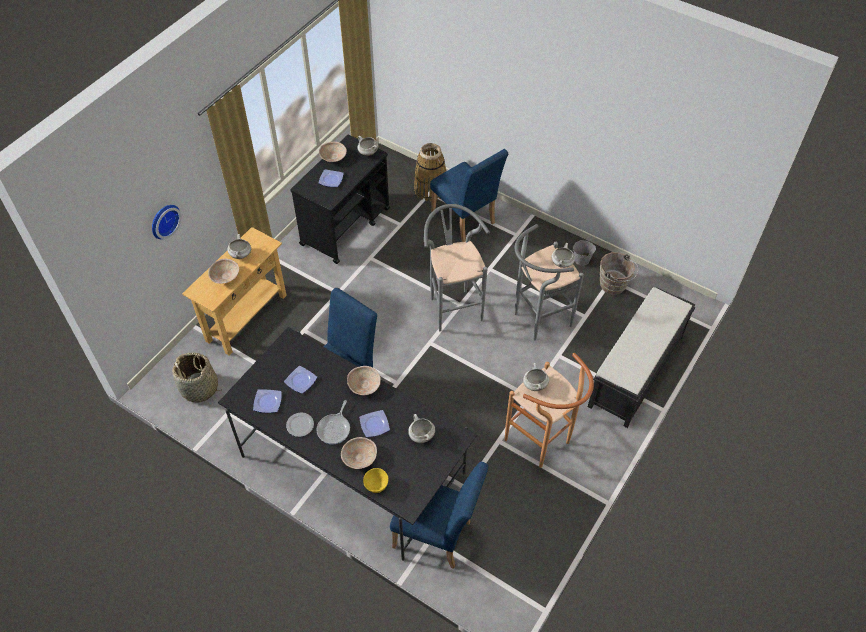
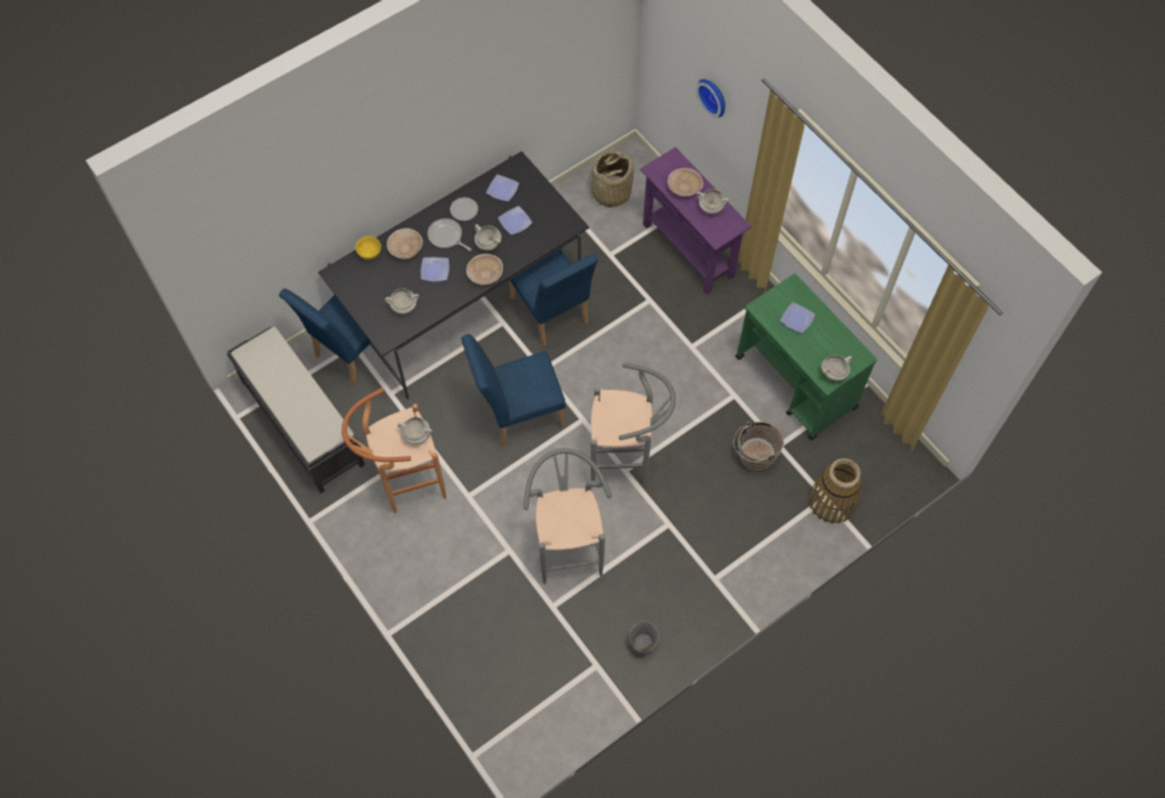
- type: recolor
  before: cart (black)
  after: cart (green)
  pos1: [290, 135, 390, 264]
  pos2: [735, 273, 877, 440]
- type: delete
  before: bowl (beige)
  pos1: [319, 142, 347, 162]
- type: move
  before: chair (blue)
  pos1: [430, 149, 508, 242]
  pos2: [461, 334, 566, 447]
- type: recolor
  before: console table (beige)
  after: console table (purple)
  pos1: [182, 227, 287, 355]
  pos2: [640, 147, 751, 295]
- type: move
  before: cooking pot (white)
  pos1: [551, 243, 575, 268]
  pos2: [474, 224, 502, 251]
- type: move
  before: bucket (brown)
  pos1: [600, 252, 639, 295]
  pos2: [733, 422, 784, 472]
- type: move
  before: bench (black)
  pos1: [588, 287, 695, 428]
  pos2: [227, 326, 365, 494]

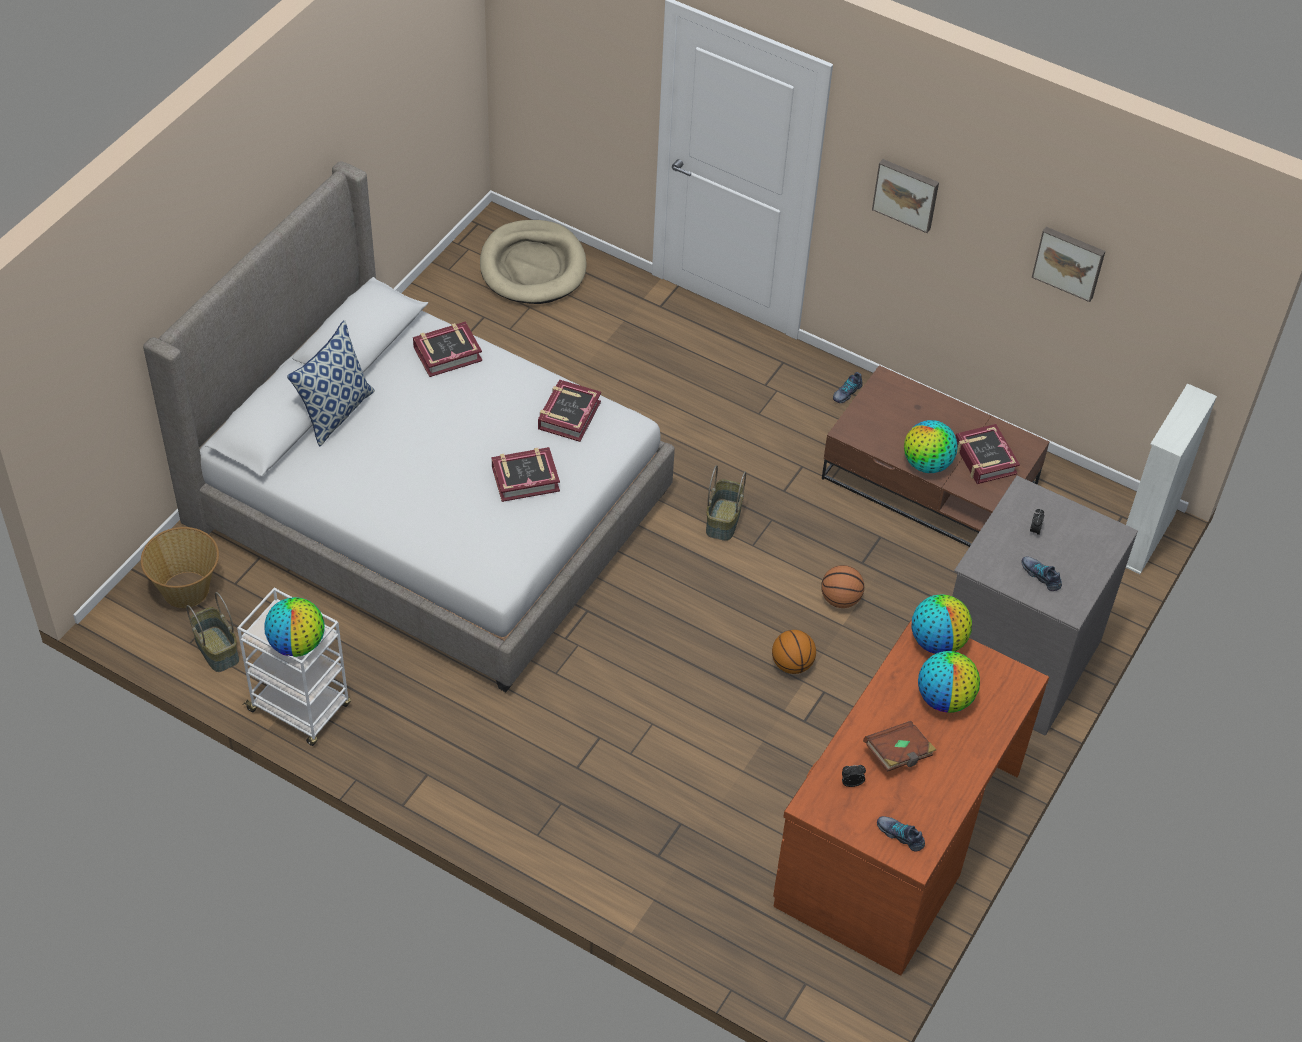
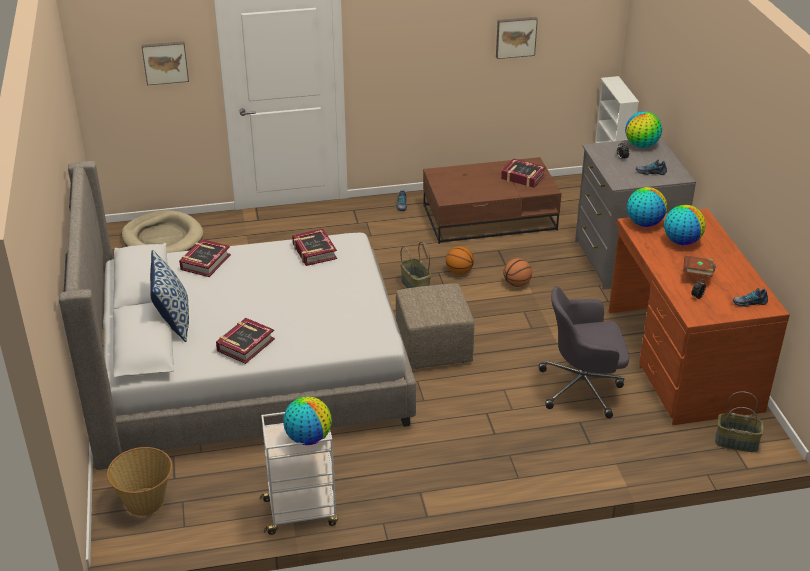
- type: move
  before: picture
  pos1: [872, 159, 939, 233]
  pos2: [142, 41, 189, 85]
- type: move
  before: globe
  pos1: [904, 420, 958, 473]
  pos2: [625, 111, 662, 148]
- type: move
  before: book
  pos1: [492, 447, 560, 502]
  pos2: [216, 318, 275, 364]
- type: move
  before: basket
  pos1: [186, 592, 239, 672]
  pos2: [715, 391, 764, 452]
- type: move
  before: basketball
  pos1: [772, 630, 816, 674]
  pos2: [446, 246, 474, 275]
- type: insert
  after: ottoman (beige)
  pos2: [396, 283, 474, 369]
- type: insert
  after: office chair (grey)
  pos2: [539, 286, 629, 418]

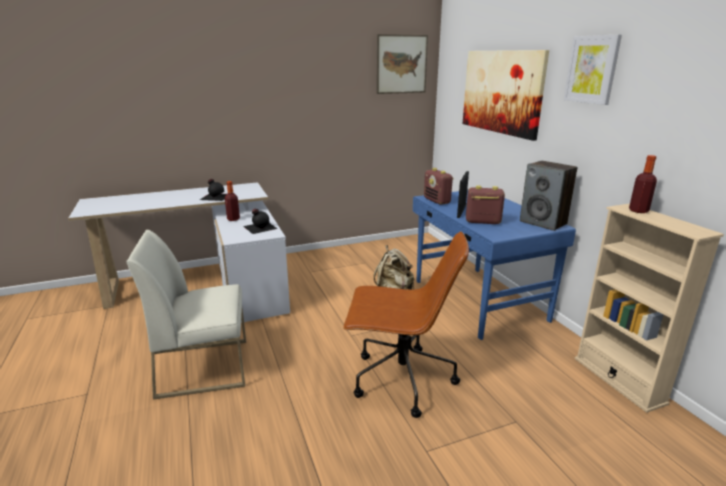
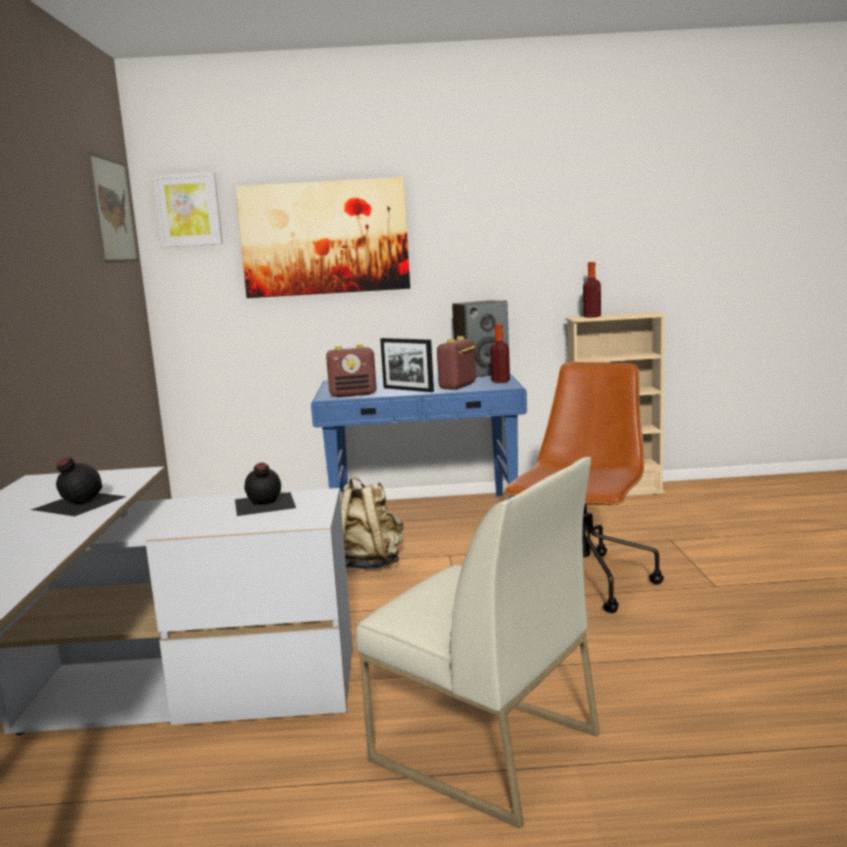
- type: move
  before: picture
  pos1: [564, 34, 622, 105]
  pos2: [152, 172, 223, 247]
- type: move
  before: bottle
  pos1: [225, 181, 240, 221]
  pos2: [490, 324, 510, 383]
- type: rotate
  before: chair (white)
  pos1: [126, 230, 246, 400]
  pos2: [356, 457, 599, 829]
  turn: -60

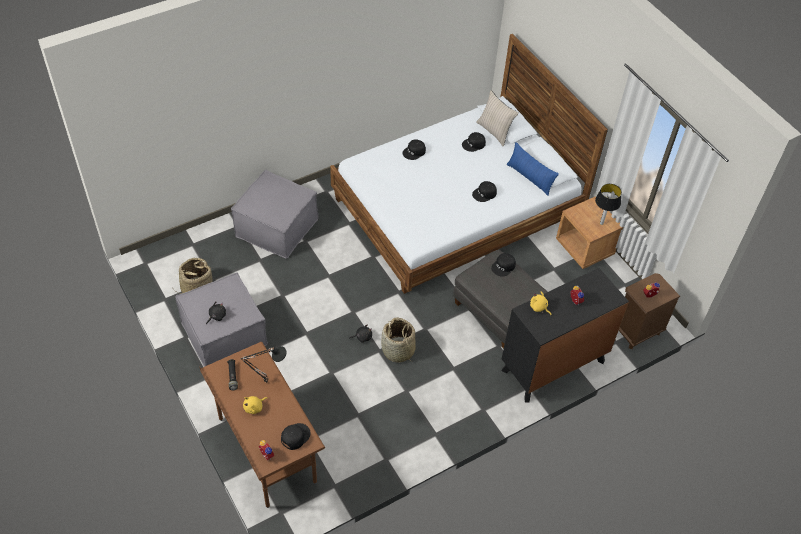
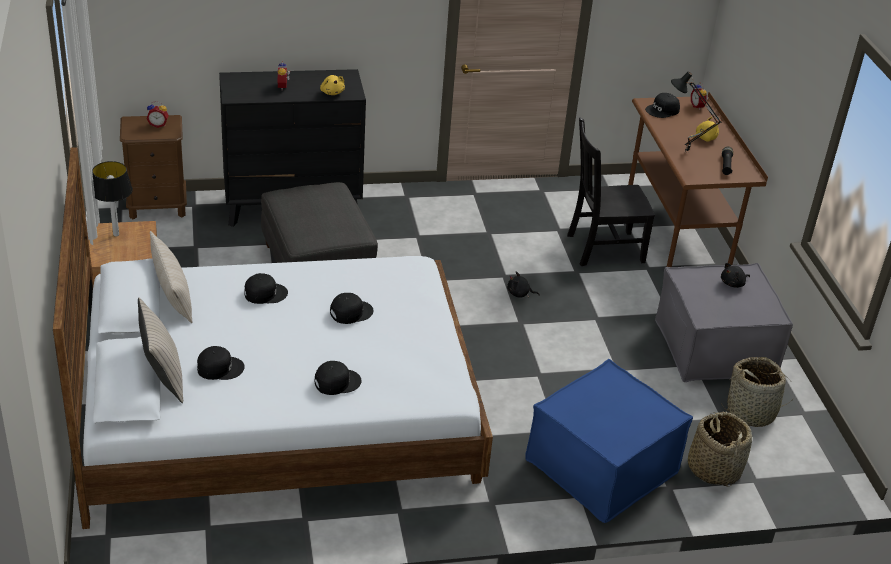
- type: recolor
  before: pillow (blue)
  after: pillow (beige)
  pos1: [507, 142, 559, 196]
  pos2: [150, 231, 192, 323]
- type: recolor
  before: ottoman (grey)
  after: ottoman (blue)
  pos1: [231, 170, 318, 259]
  pos2: [525, 359, 693, 523]
- type: move
  before: cap (black)
  pos1: [491, 253, 516, 276]
  pos2: [330, 293, 373, 324]
- type: move
  before: basket
  pos1: [381, 317, 416, 362]
  pos2: [688, 412, 752, 487]
- type: insert
  after: chair (black)
  pos2: [567, 117, 655, 266]

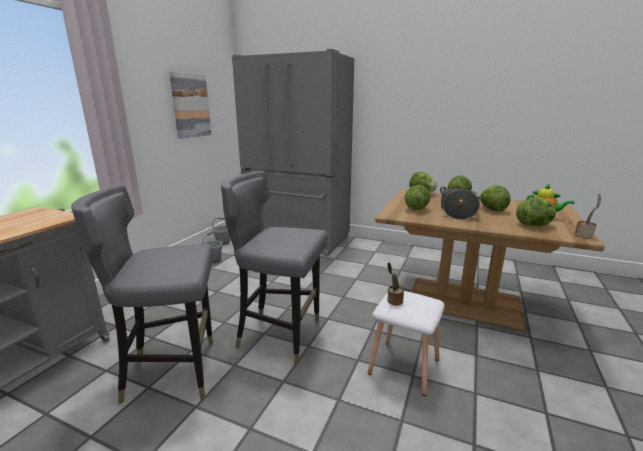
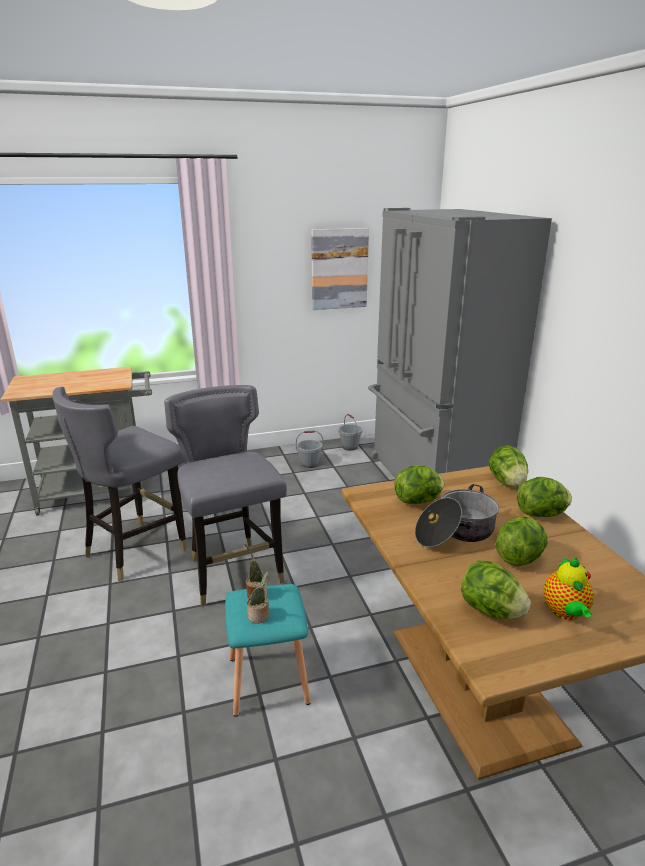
- type: rotate
  before: chair (grey)
  pos1: [71, 185, 213, 404]
  pos2: [52, 387, 187, 581]
  turn: -90
- type: move
  before: potted plant
  pos1: [575, 194, 601, 239]
  pos2: [247, 572, 269, 624]
- type: recolor
  before: stool (white)
  after: stool (turquoise)
  pos1: [368, 291, 445, 396]
  pos2: [225, 584, 311, 717]

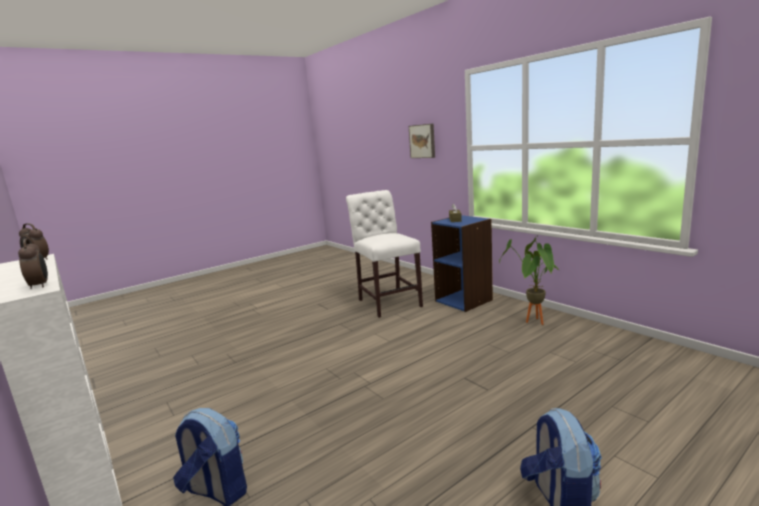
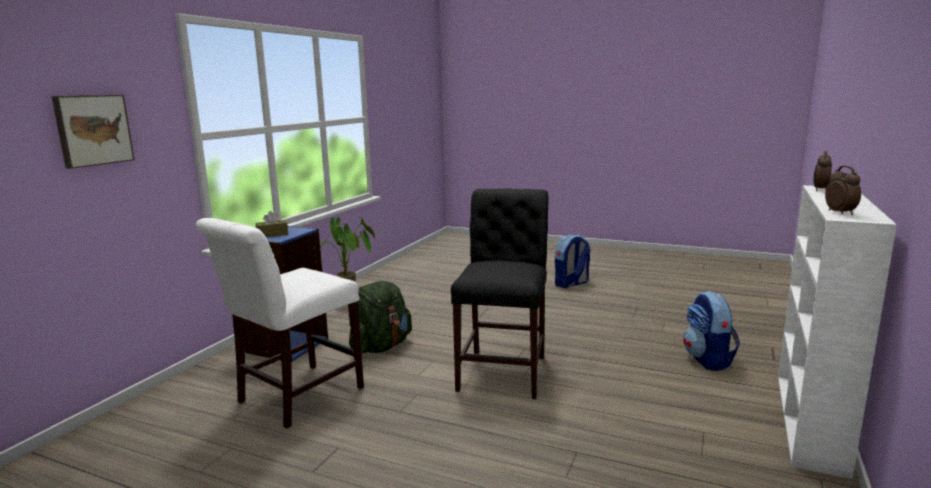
- type: insert
  after: chair (black)
  pos2: [451, 189, 549, 399]
- type: insert
  after: backpack (green)
  pos2: [348, 281, 412, 353]

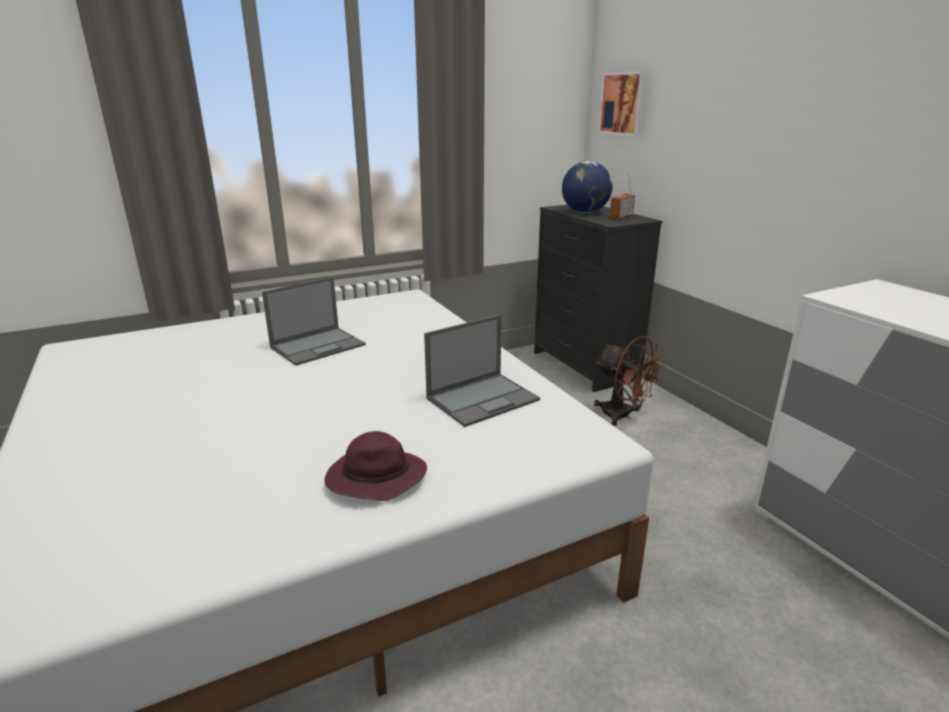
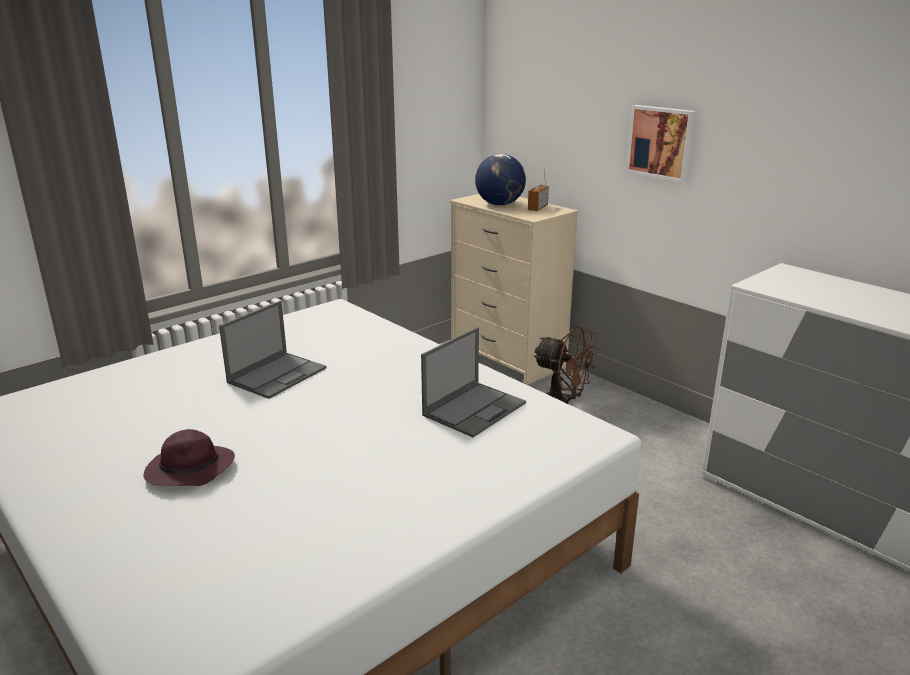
- type: move
  before: picture
  pos1: [598, 71, 648, 137]
  pos2: [626, 105, 696, 182]
- type: recolor
  before: dresser (black)
  after: dresser (beige)
  pos1: [534, 205, 662, 392]
  pos2: [450, 194, 579, 385]
- type: move
  before: hat (purple)
  pos1: [324, 431, 427, 501]
  pos2: [144, 429, 235, 486]

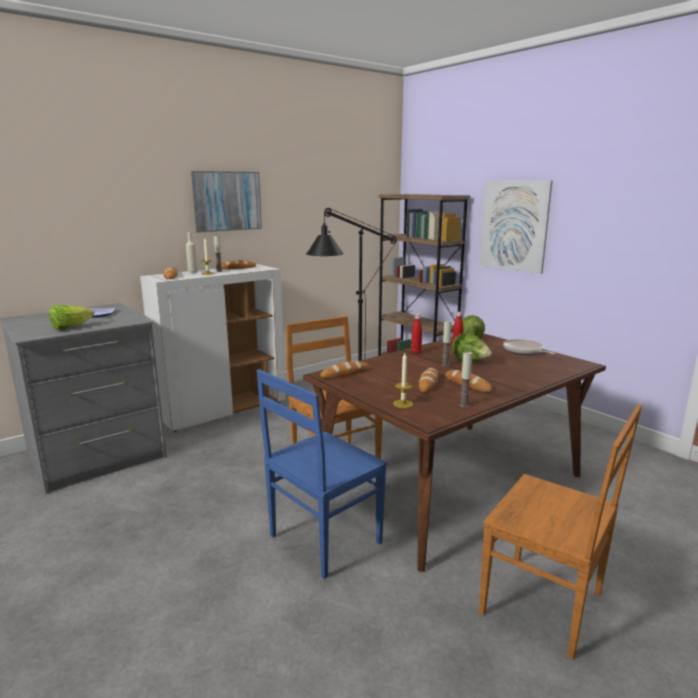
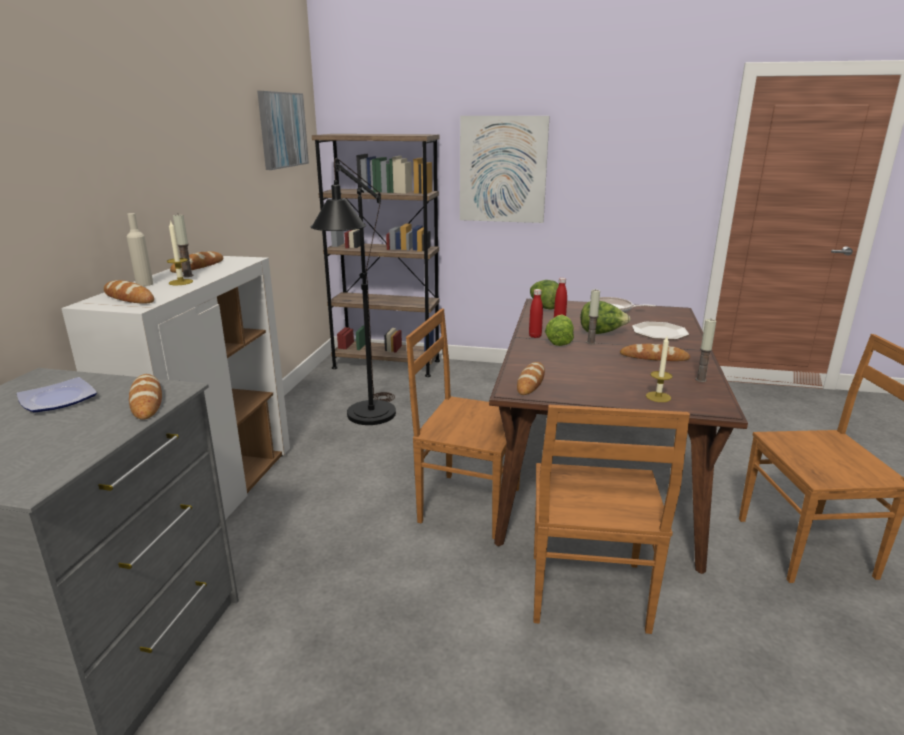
- type: move
  before: picture
  pos1: [191, 171, 262, 232]
  pos2: [257, 91, 309, 170]
- type: move
  before: lettuce
  pos1: [49, 305, 94, 330]
  pos2: [545, 315, 574, 346]
- type: move
  before: bread
  pos1: [419, 368, 439, 393]
  pos2: [129, 374, 162, 420]
- type: recolor
  before: chair (blue)
  after: chair (brown)
  pos1: [257, 369, 387, 579]
  pos2: [534, 405, 690, 634]
- type: insert
  after: plate
  pos2: [632, 322, 689, 340]

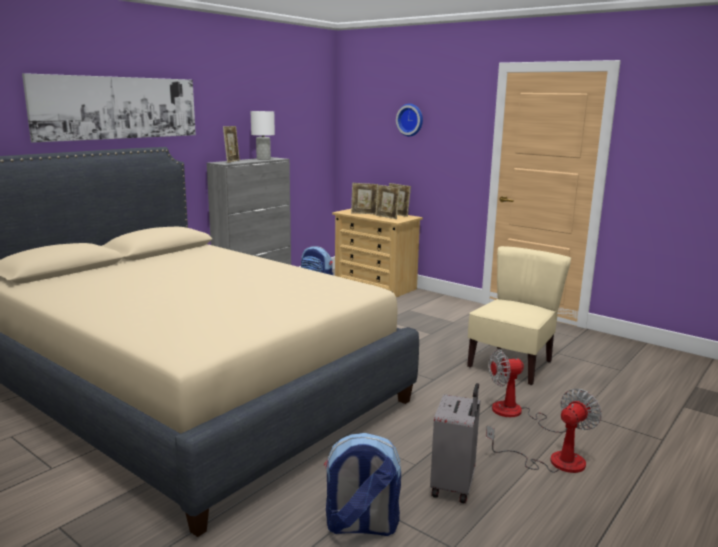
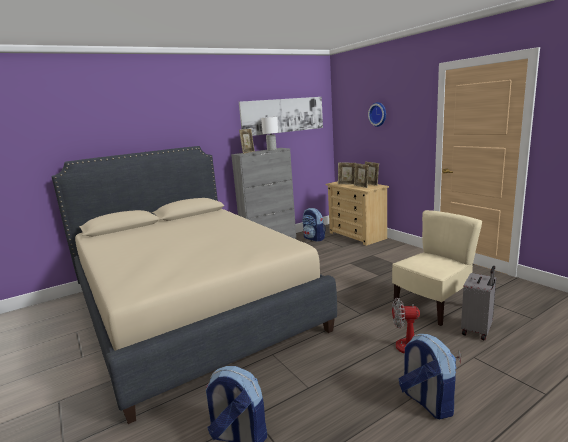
- type: move
  before: picture
  pos1: [22, 73, 196, 142]
  pos2: [239, 97, 323, 136]
- type: move
  before: suitcase (grey)
  pos1: [430, 383, 480, 503]
  pos2: [461, 266, 496, 340]
- type: replace
  before: fan
  after: backpack
  pos1: [486, 389, 602, 473]
  pos2: [399, 334, 456, 419]

